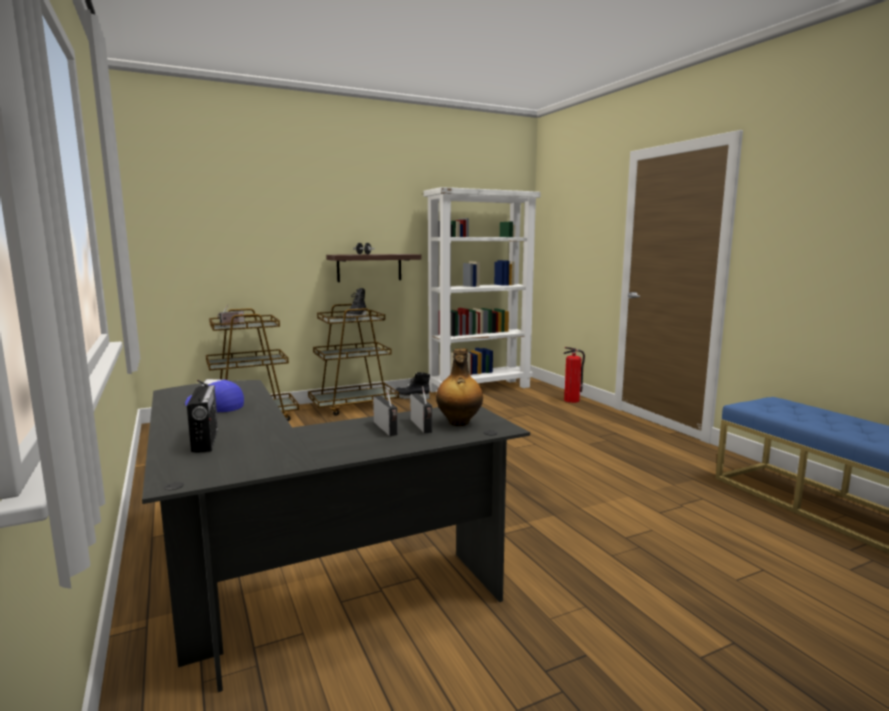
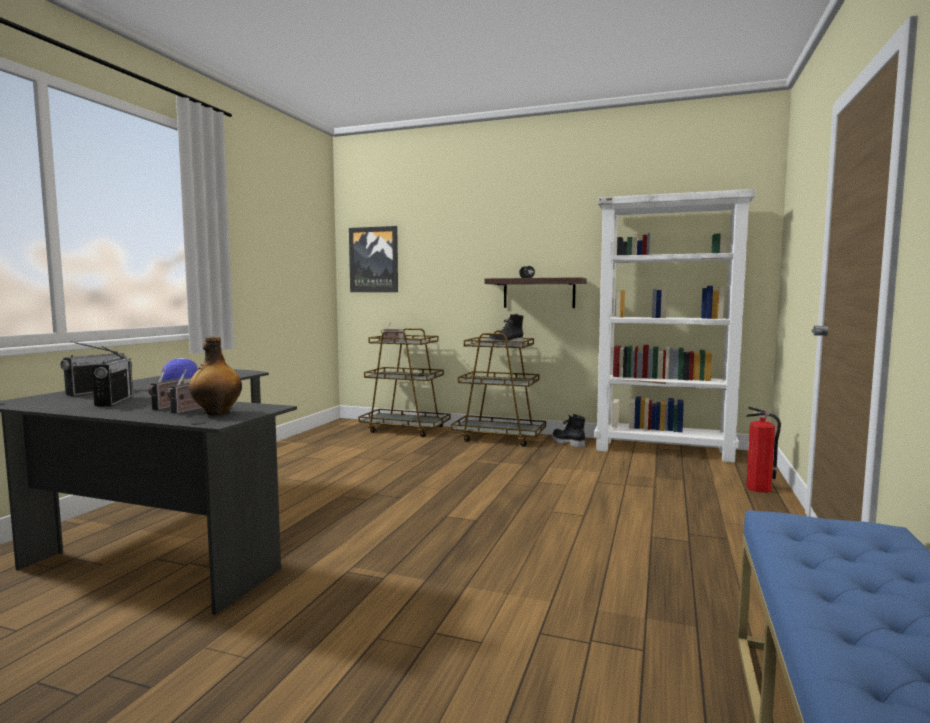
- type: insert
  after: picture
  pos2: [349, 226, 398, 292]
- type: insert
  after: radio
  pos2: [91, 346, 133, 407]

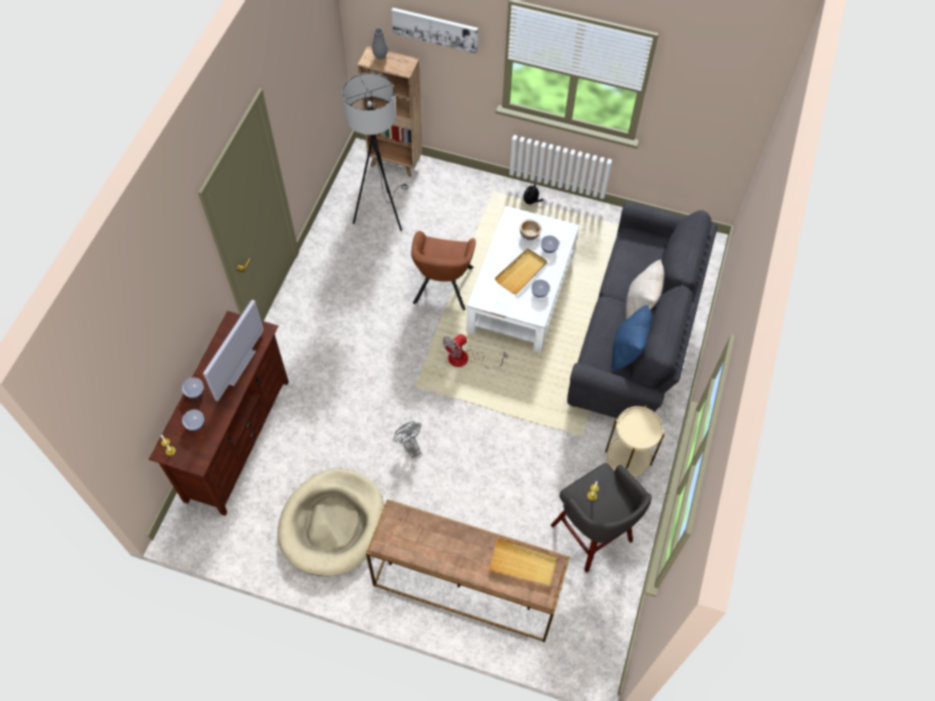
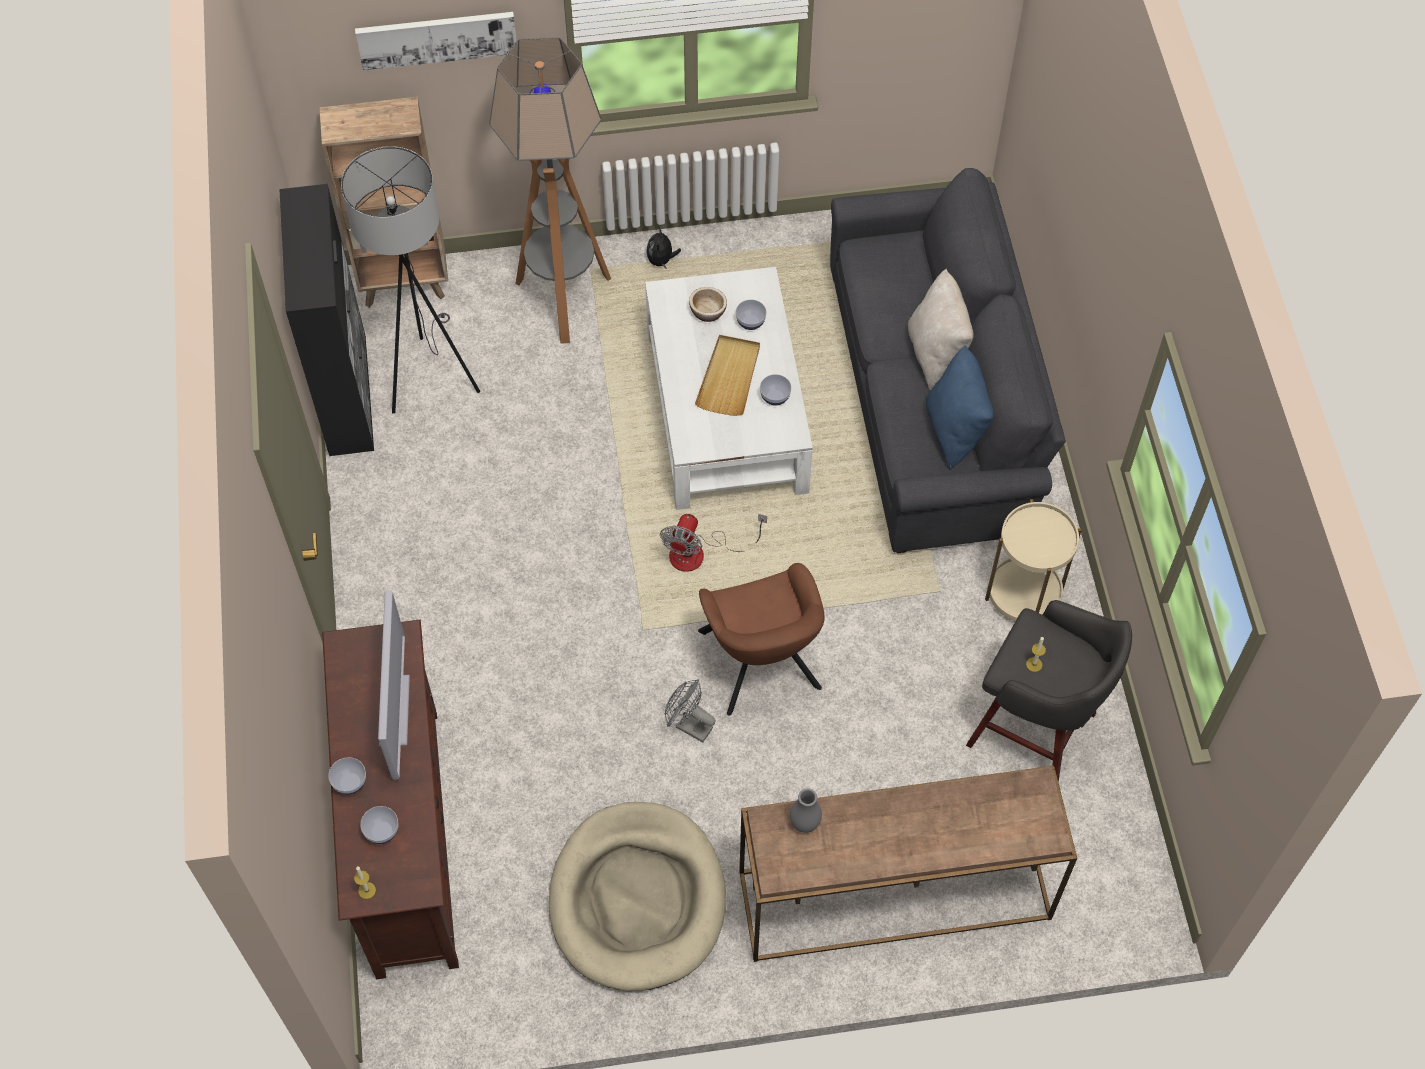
- type: move
  before: vase (grey)
  pos1: [372, 28, 388, 60]
  pos2: [790, 788, 822, 833]
- type: move
  before: armchair (brown)
  pos1: [411, 231, 476, 310]
  pos2: [698, 563, 825, 716]
- type: delete
  before: tray (beige)
  pos1: [488, 537, 558, 587]
- type: insert
  after: floor lamp
  pos2: [489, 37, 611, 344]
- type: insert
  after: cabinet (black)
  pos2: [279, 184, 374, 456]

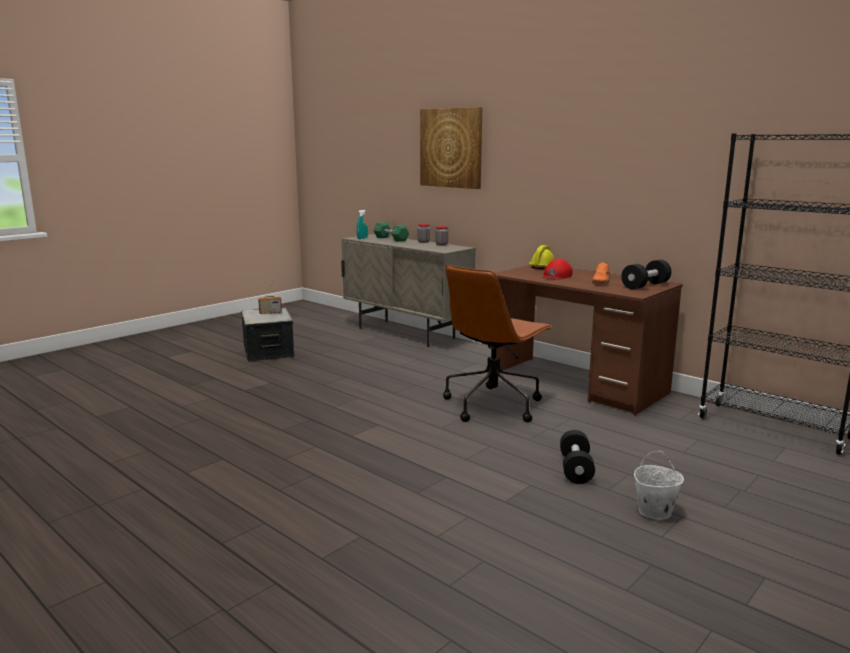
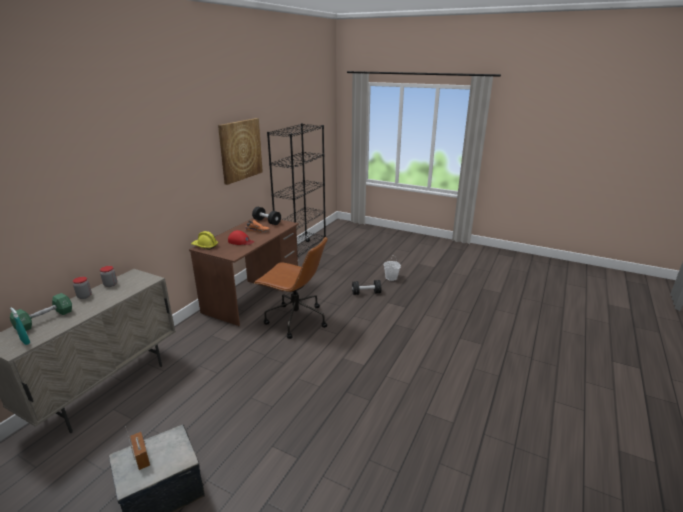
- type: move
  before: picture
  pos1: [420, 107, 482, 189]
  pos2: [218, 118, 263, 185]

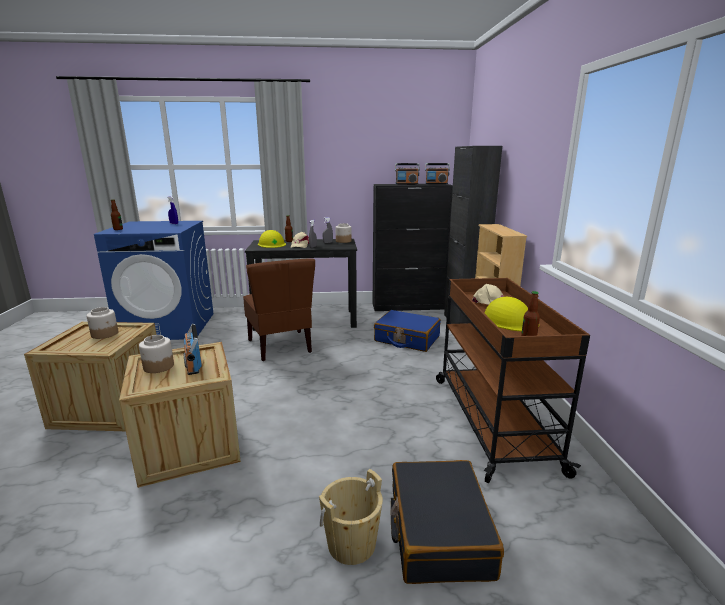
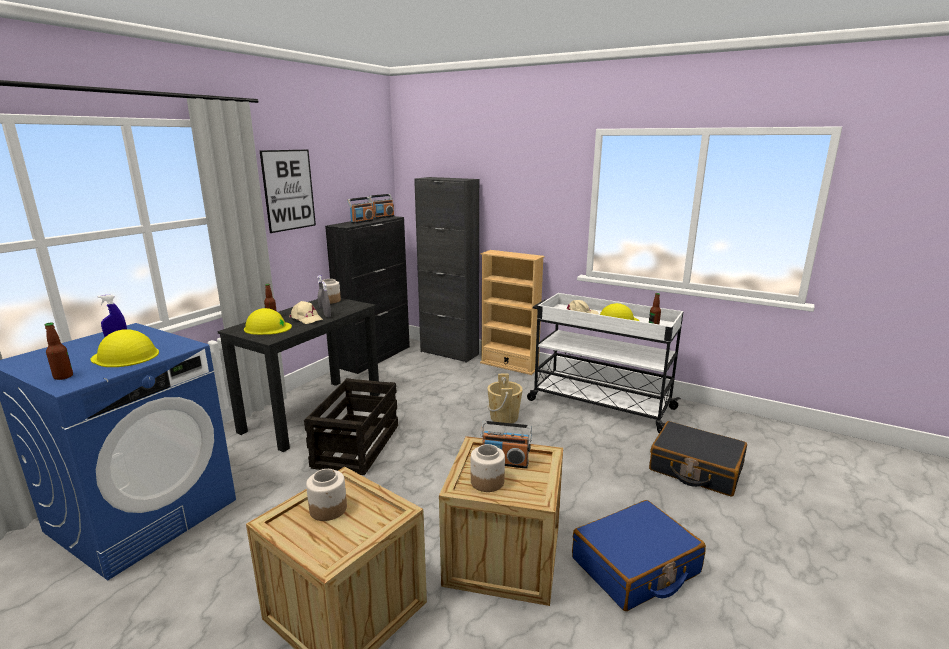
- type: replace
  before: chair (brown)
  after: crate
  pos1: [243, 259, 315, 361]
  pos2: [304, 378, 398, 475]
- type: recolor
  before: cart (brown)
  after: cart (white)
  pos1: [436, 278, 590, 483]
  pos2: [527, 293, 683, 433]
- type: move
  before: suitcase (blue)
  pos1: [374, 310, 441, 352]
  pos2: [572, 500, 706, 611]
- type: move
  before: bucket (beige)
  pos1: [319, 469, 383, 565]
  pos2: [487, 373, 523, 423]
- type: insert
  after: picture
  pos2: [259, 150, 316, 233]
- type: insert
  after: hard hat (yellow)
  pos2: [90, 329, 159, 367]

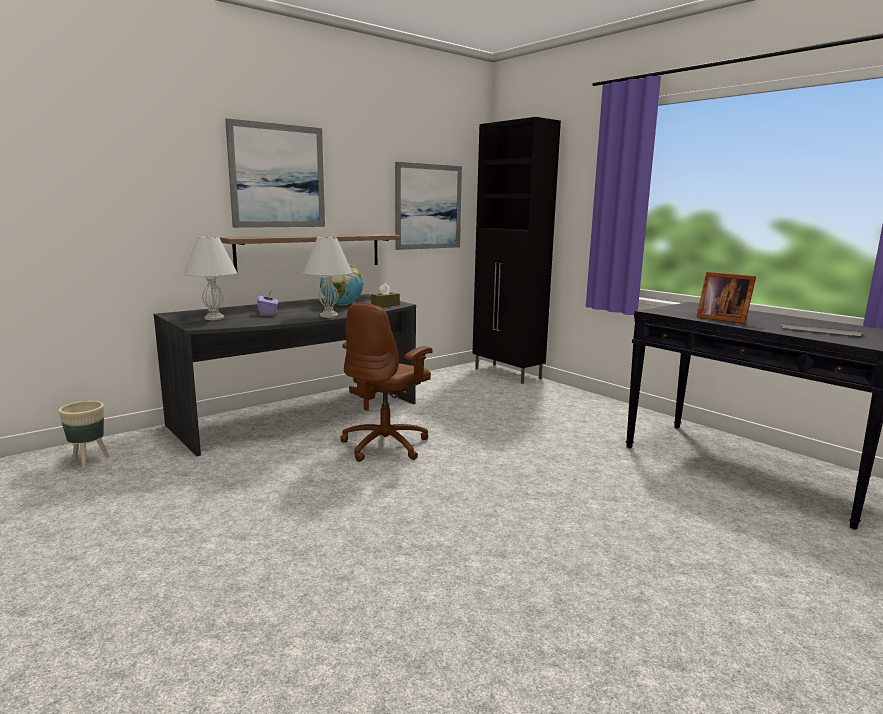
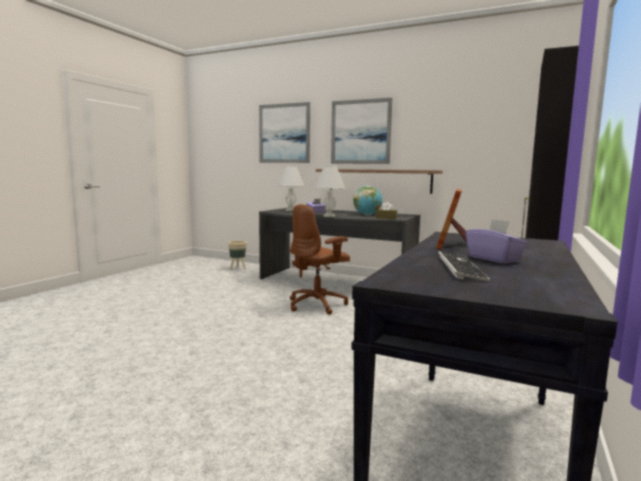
- type: move
  before: picture
  pos1: [395, 162, 462, 250]
  pos2: [259, 102, 310, 163]
- type: rotate
  before: office chair (brown)
  pos1: [340, 303, 433, 462]
  pos2: [290, 204, 350, 315]
  turn: -45
- type: insert
  after: tissue box (purple)
  pos2: [466, 219, 527, 264]

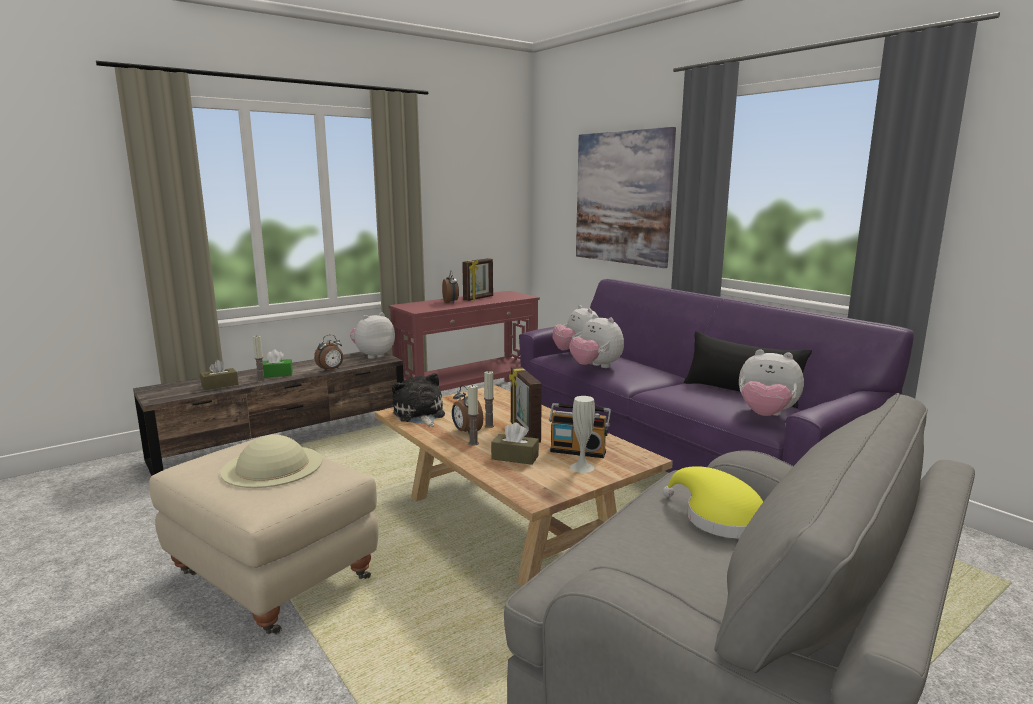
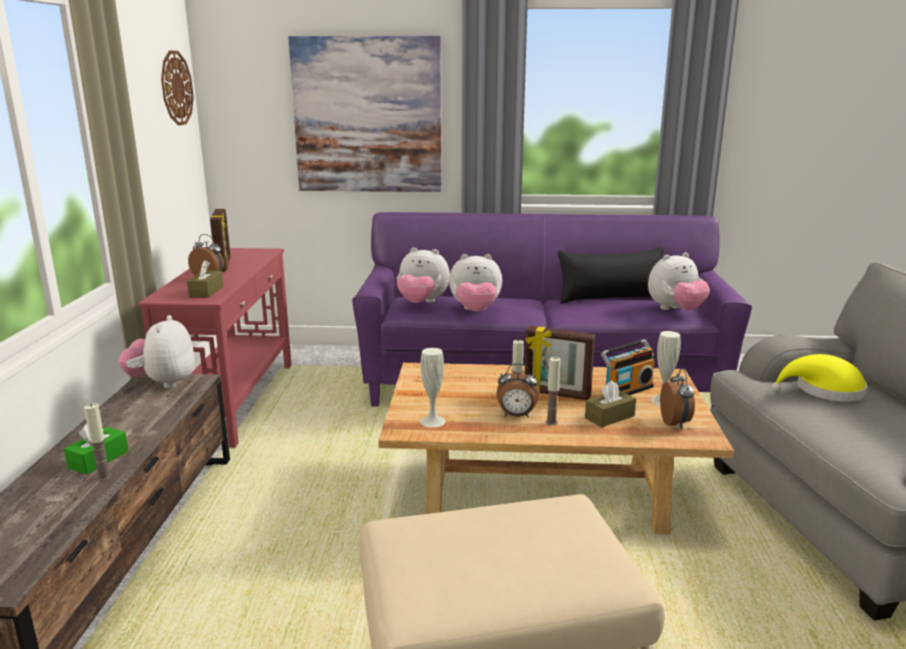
- type: move
  before: alarm clock
  pos1: [314, 334, 343, 371]
  pos2: [660, 368, 695, 429]
- type: move
  before: tissue box (brown)
  pos1: [200, 360, 238, 390]
  pos2: [187, 260, 223, 298]
- type: replace
  before: plush toy
  after: vase (white)
  pos1: [392, 373, 445, 427]
  pos2: [420, 348, 446, 428]
- type: delete
  before: hat (beige)
  pos1: [220, 435, 322, 488]
- type: insert
  after: wall clock
  pos2: [161, 51, 194, 126]

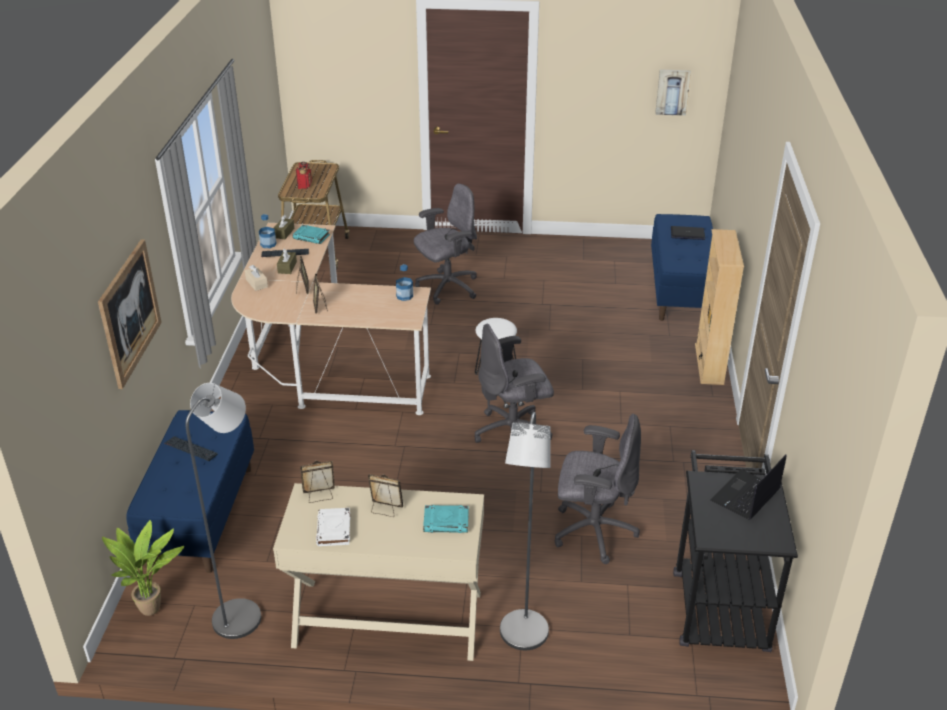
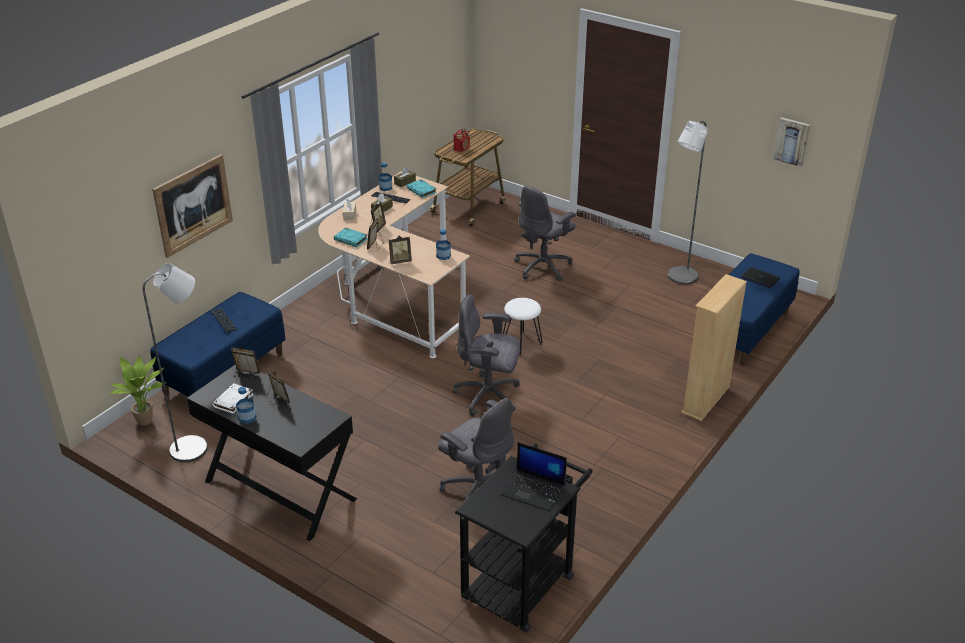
- type: rotate
  before: office chair (grey)
  pos1: [414, 184, 477, 305]
  pos2: [514, 186, 576, 281]
  turn: 135
- type: move
  before: floor lamp (grey)
  pos1: [500, 412, 551, 650]
  pos2: [668, 121, 708, 285]
- type: rotate
  before: laptop
  pos1: [710, 455, 787, 520]
  pos2: [501, 442, 567, 512]
  turn: -135
- type: recolor
  before: desk (beige)
  after: desk (black)
  pos1: [273, 483, 484, 661]
  pos2: [187, 365, 357, 541]
- type: move
  before: book (turquoise)
  pos1: [423, 505, 469, 533]
  pos2: [334, 227, 368, 247]
- type: insert
  after: picture frame
  pos2: [389, 236, 412, 264]
- type: insert
  after: bottle
  pos2: [236, 387, 257, 424]

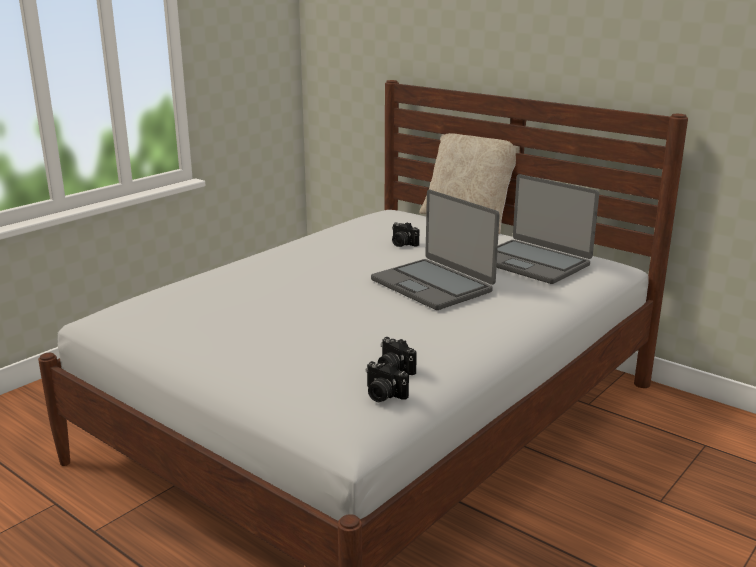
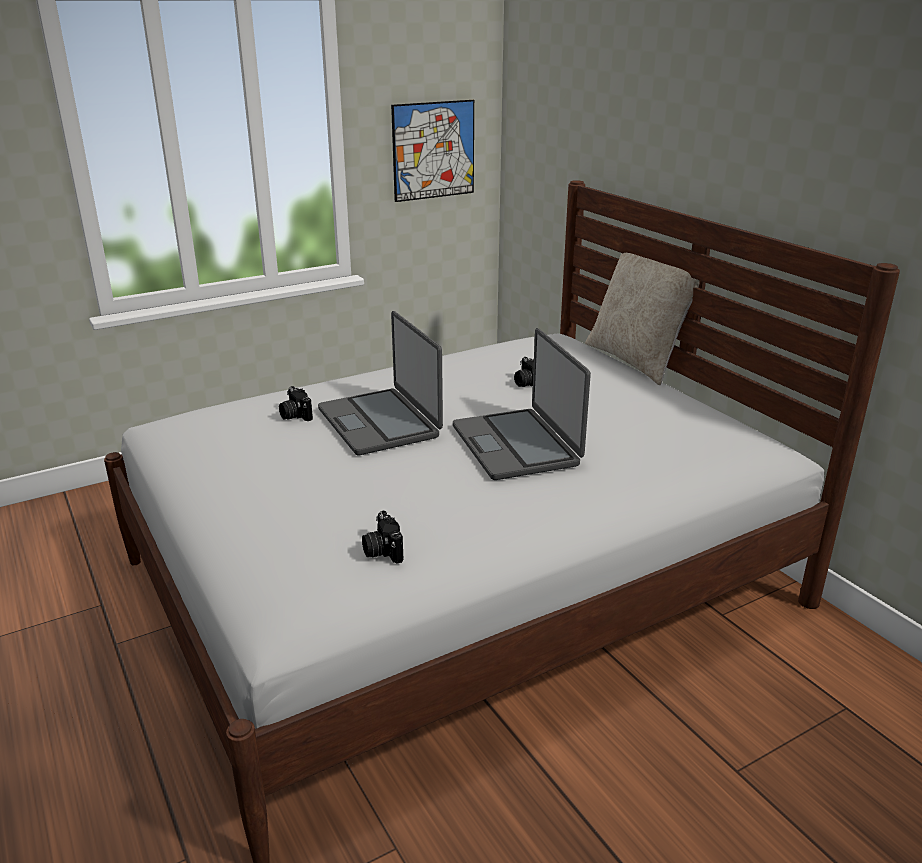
- type: move
  before: laptop
  pos1: [497, 174, 599, 284]
  pos2: [318, 311, 443, 455]
- type: move
  before: photo camera
  pos1: [365, 361, 409, 402]
  pos2: [279, 386, 313, 421]
- type: insert
  after: picture
  pos2: [391, 100, 474, 202]

